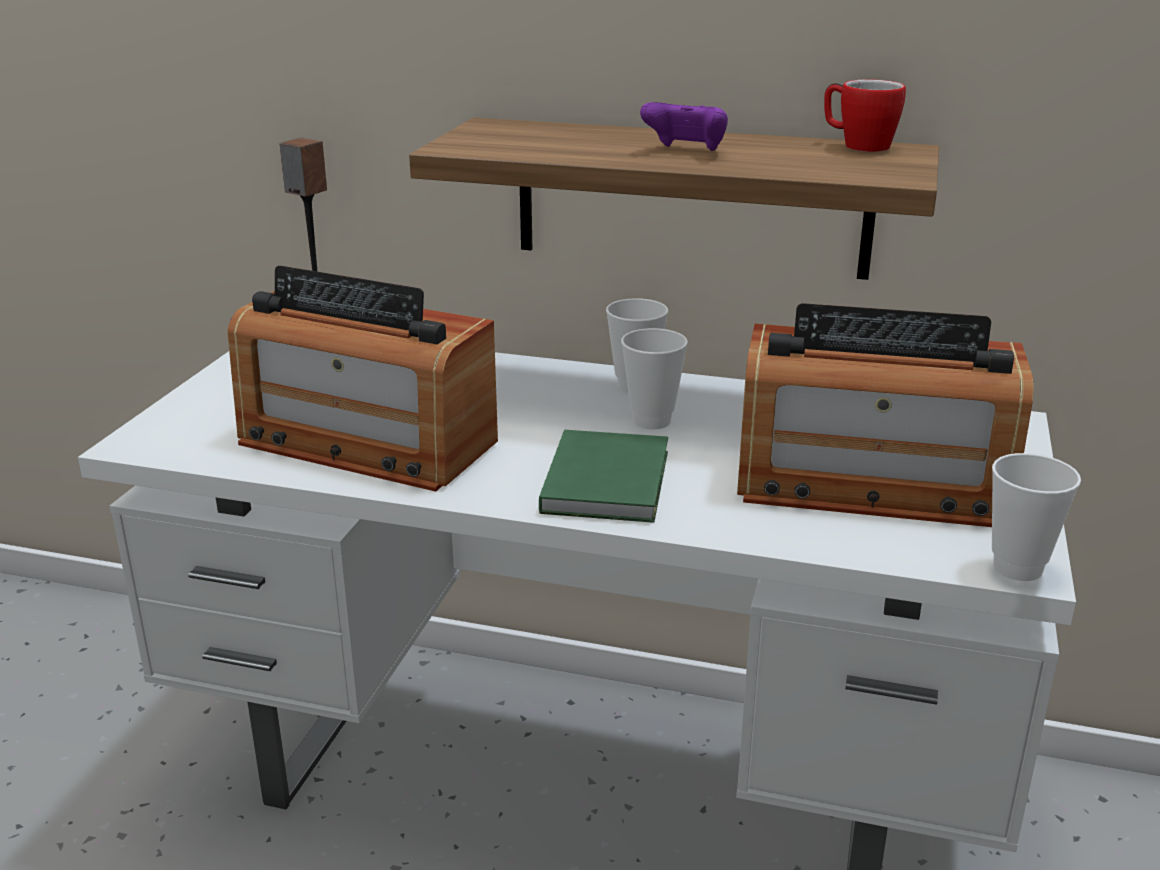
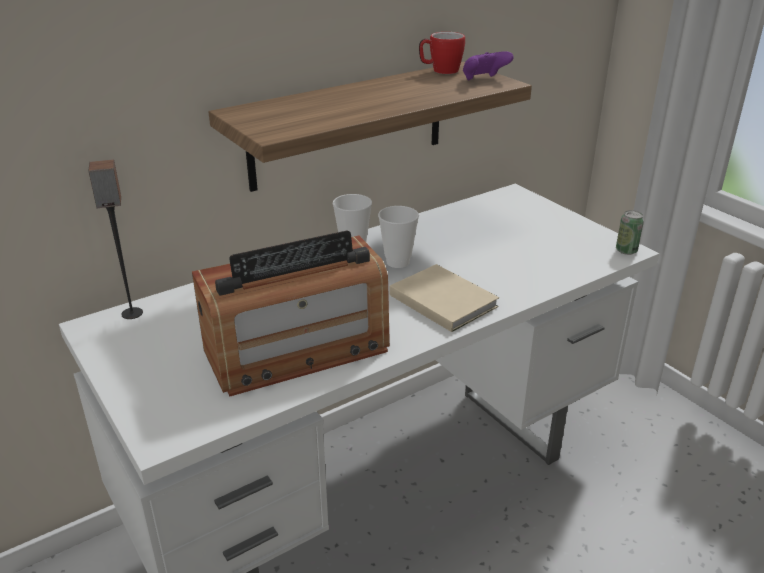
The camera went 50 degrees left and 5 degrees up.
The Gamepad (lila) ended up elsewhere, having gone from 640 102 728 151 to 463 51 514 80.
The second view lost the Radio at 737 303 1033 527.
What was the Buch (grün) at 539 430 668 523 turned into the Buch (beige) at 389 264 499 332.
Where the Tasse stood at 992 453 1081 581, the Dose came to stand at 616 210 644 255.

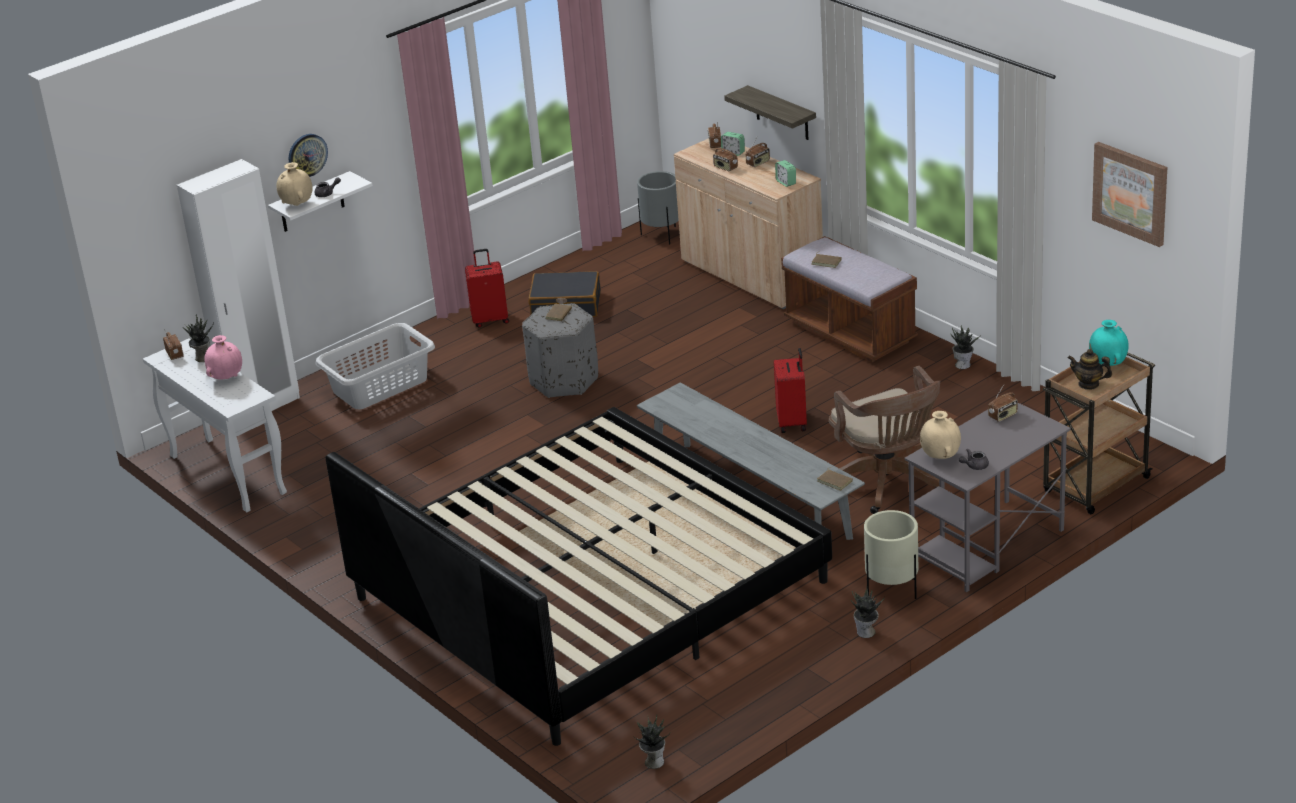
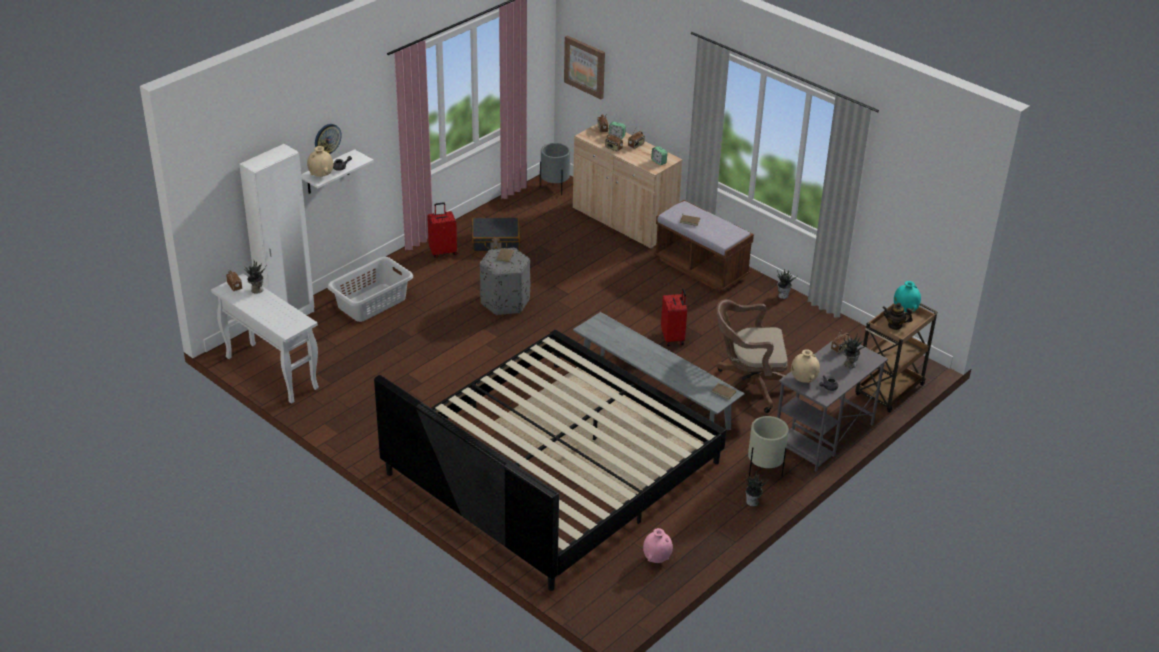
The camera went 10 degrees left and 5 degrees up.
The second view lost the Wandregal at 724 85 816 140.
The Bild ended up elsewhere, having gone from 1092 142 1167 247 to 564 36 605 99.
The Vase (rosa) ended up elsewhere, having gone from 204 335 242 380 to 643 528 673 563.
The Bürostuhl (braun) at 829 366 940 514 ended up facing another way, 120 degrees clockwise from before.
The Topfpflanze ended up elsewhere, having gone from 634 714 670 769 to 843 335 865 368.

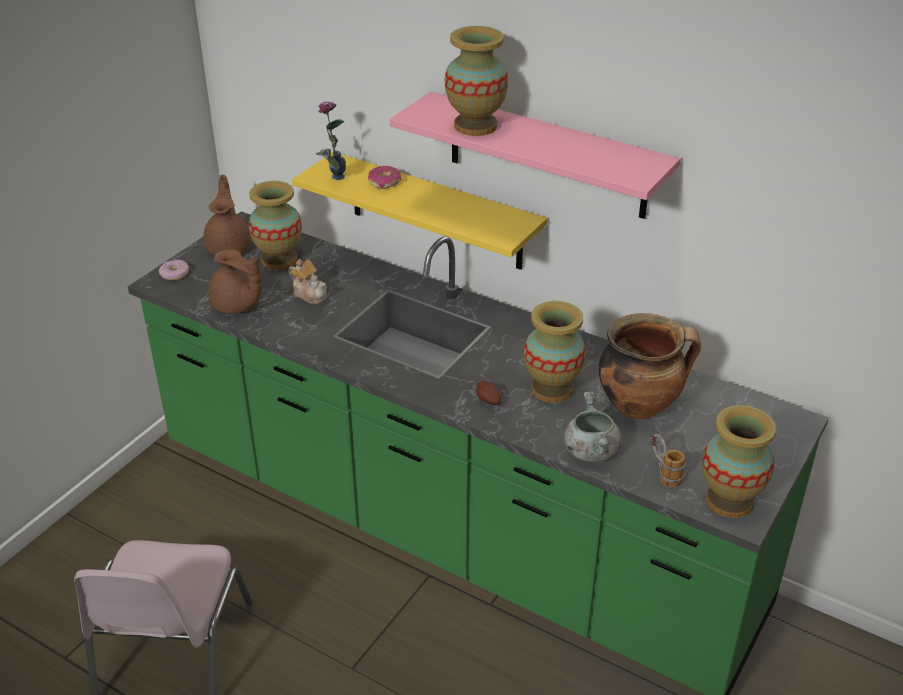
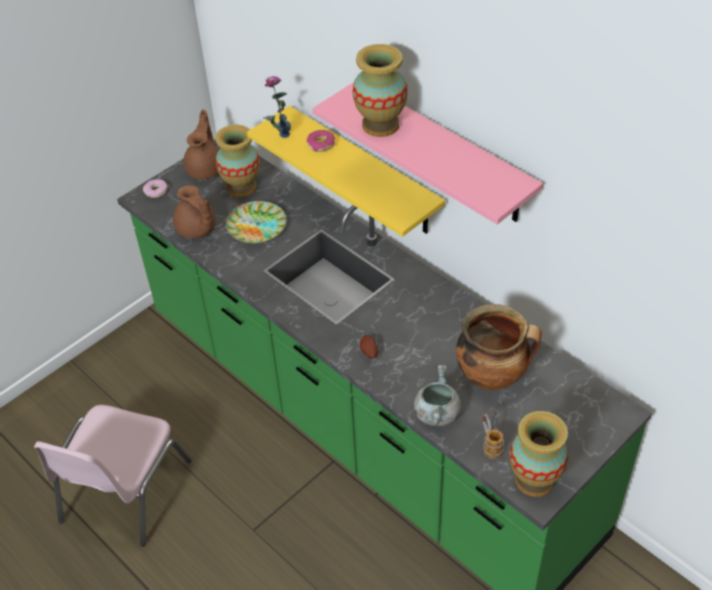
The camera went 15 degrees right and 10 degrees up.
Where the Teekanne stood at 288 259 327 304, the Teller came to stand at 226 201 286 244.
The second view lost the Vase at 524 301 586 403.

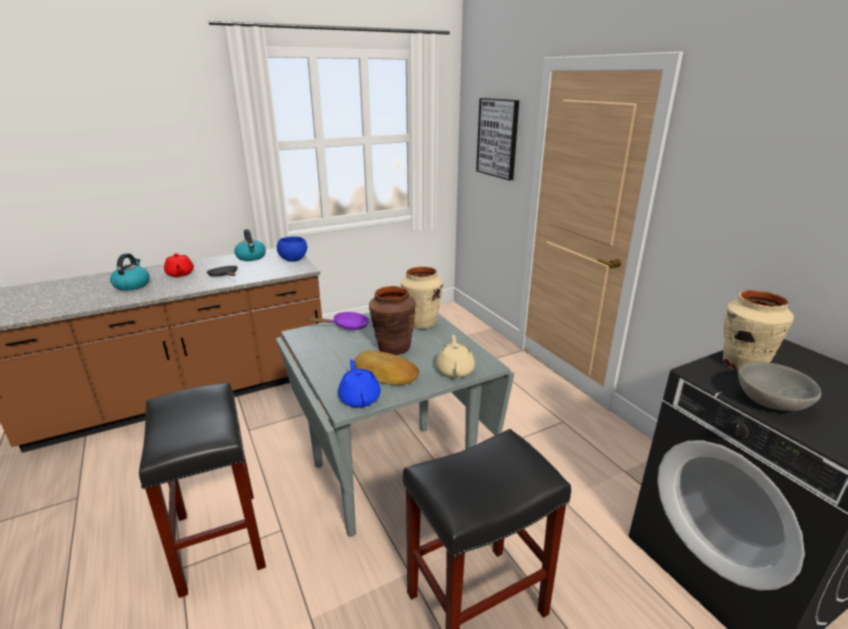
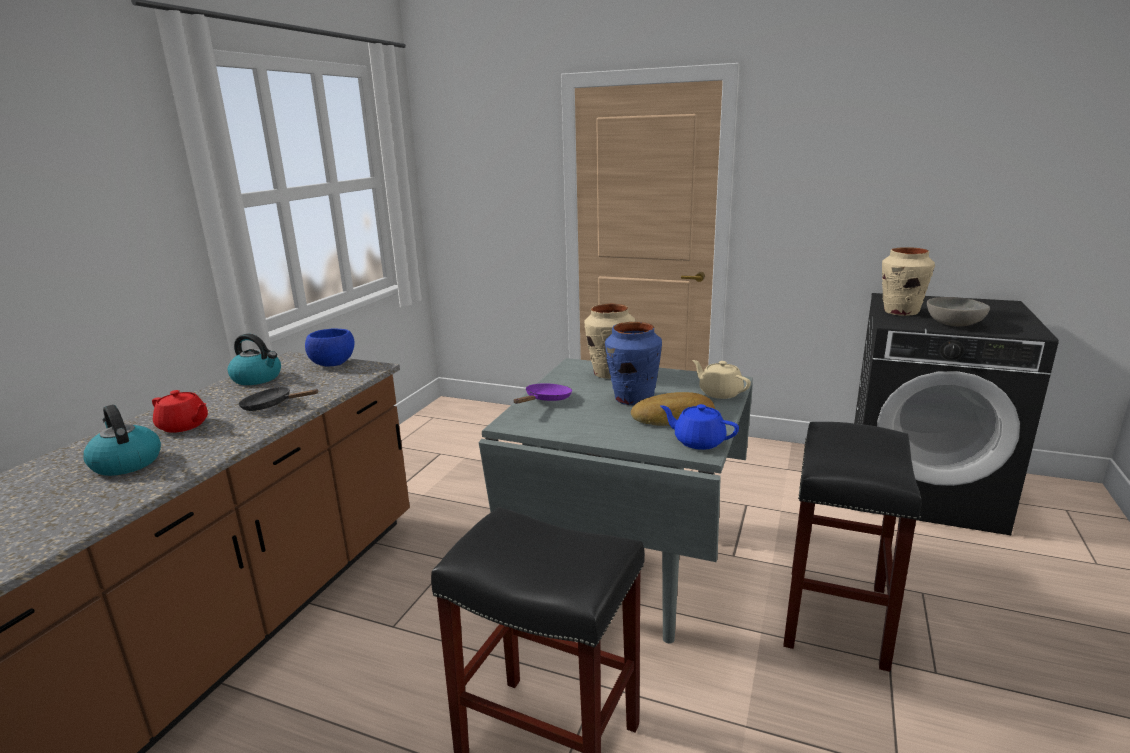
The camera went 40 degrees left and 5 degrees down.
The second view lost the Bild at 476 98 519 180.
What was the Vase (braun) at 369 286 416 355 turned into the Vase (blau) at 605 322 662 405.

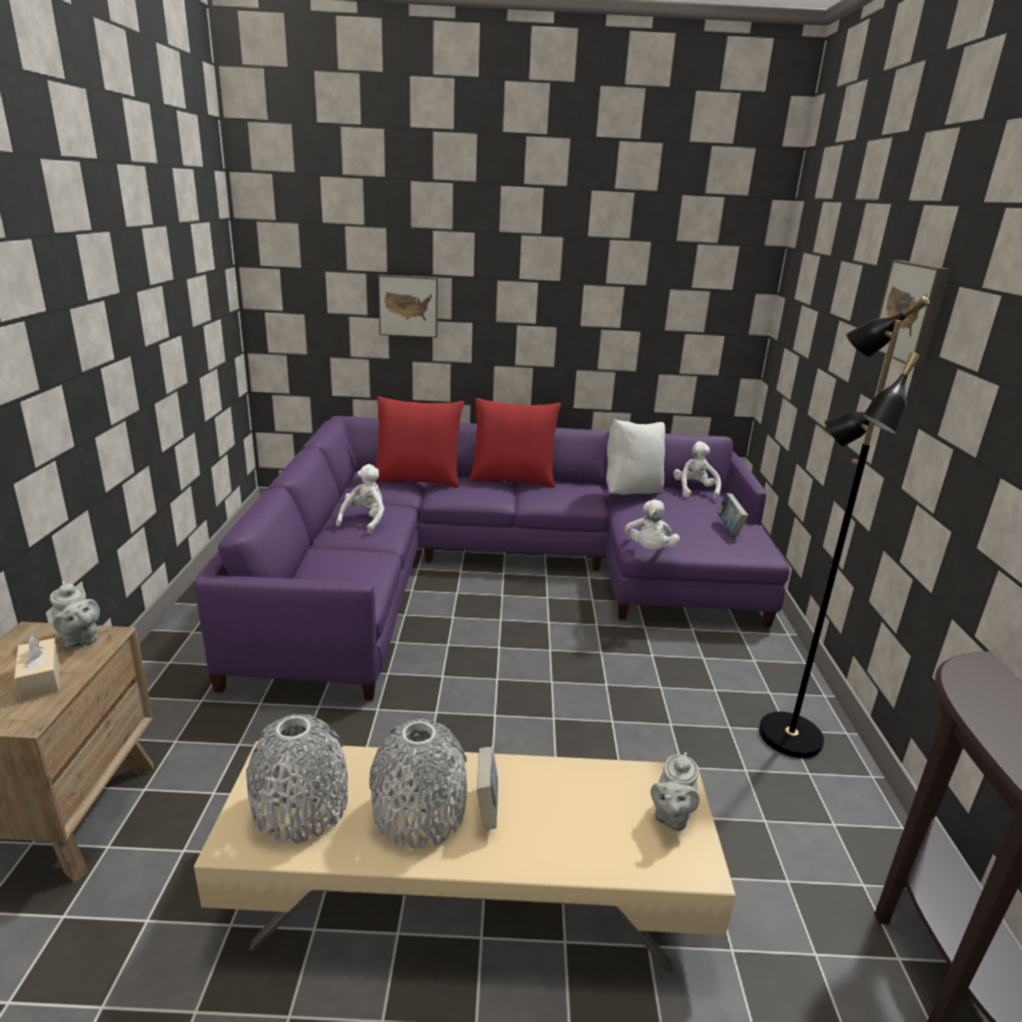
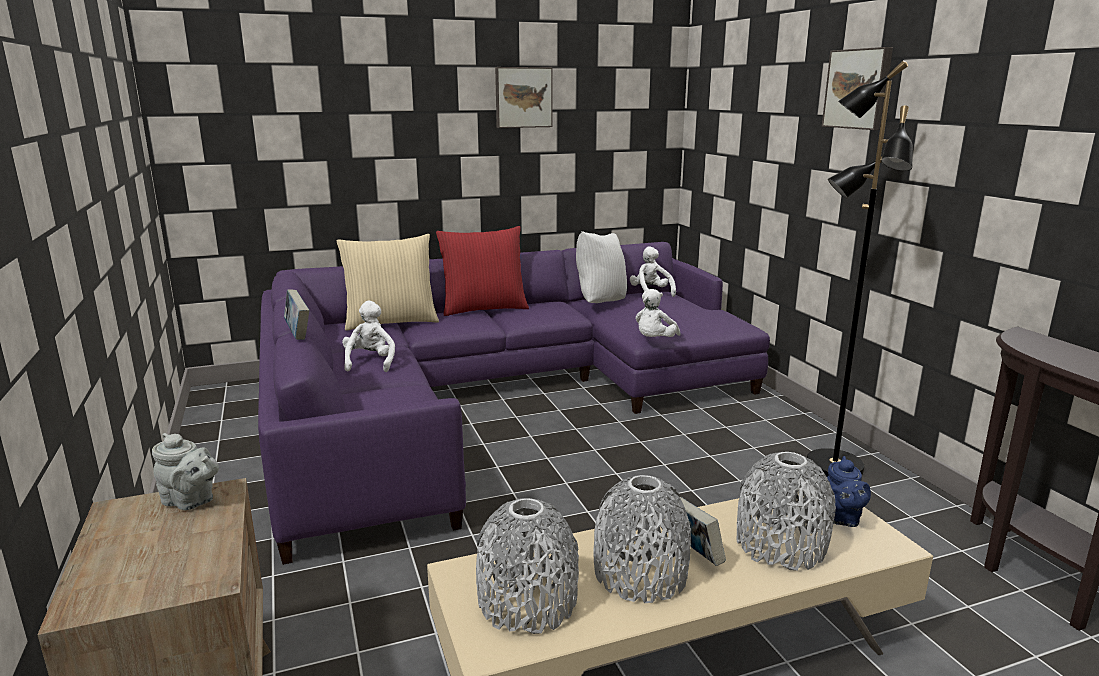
The camera went 20 degrees left and 5 degrees down.
The Bild ended up elsewhere, having gone from 378 274 438 338 to 495 67 553 128.
What was the Kissen (rot) at 375 396 464 488 turned into the Kissen (beige) at 337 234 439 331.
The Buch ended up elsewhere, having gone from 717 493 749 536 to 284 289 309 340.
The Plüschtier (weiß) at 625 500 680 550 ended up facing another way, 45 degrees clockwise from before.
The second view lost the Taschentuchbox (beige) at 14 633 60 700.
What was the Teekanne (grau) at 651 752 700 831 turned into the Teekanne (blau) at 827 456 871 527.
The second view gained the Vase (grau) at 737 452 836 571.

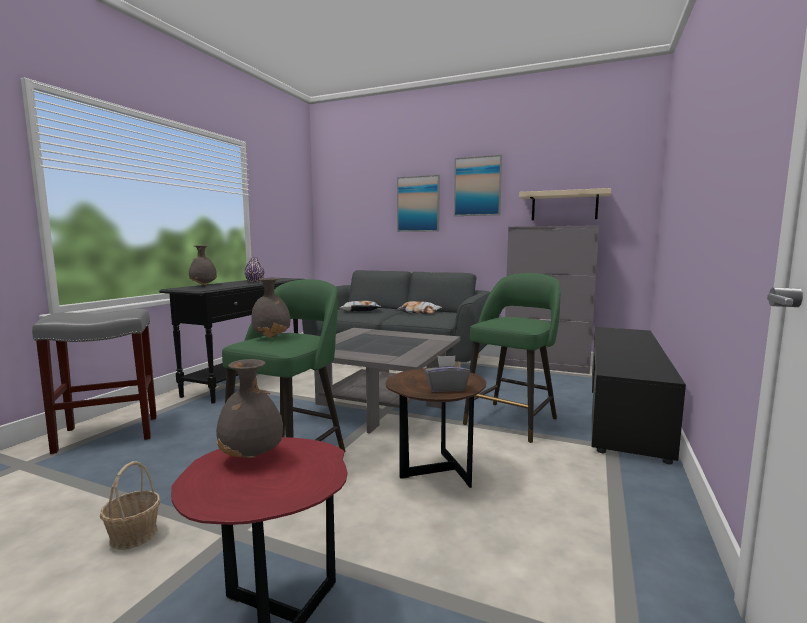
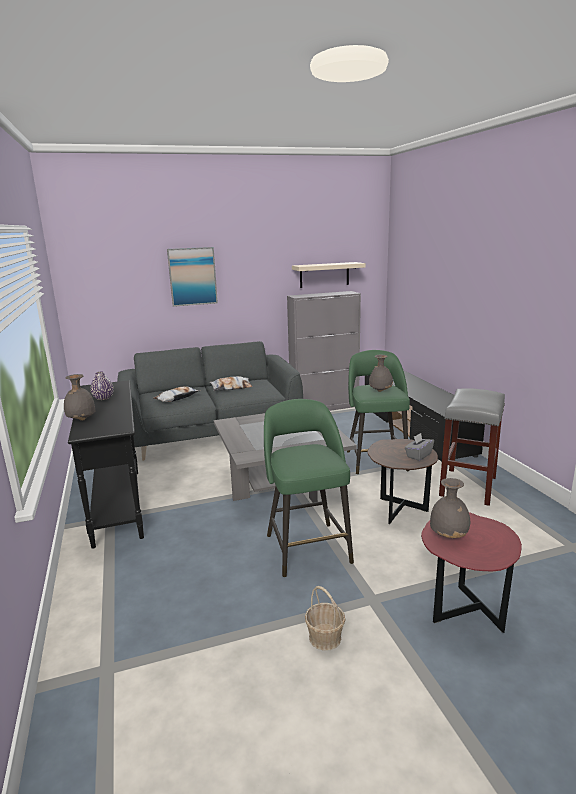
The camera went 40 degrees left and 10 degrees up.
The second view lost the Bild at 454 155 502 216.
The Vase (grau) ended up elsewhere, having gone from 251 278 291 338 to 369 355 393 392.
The Hocker (grau) ended up elsewhere, having gone from 32 309 157 454 to 439 388 505 506.

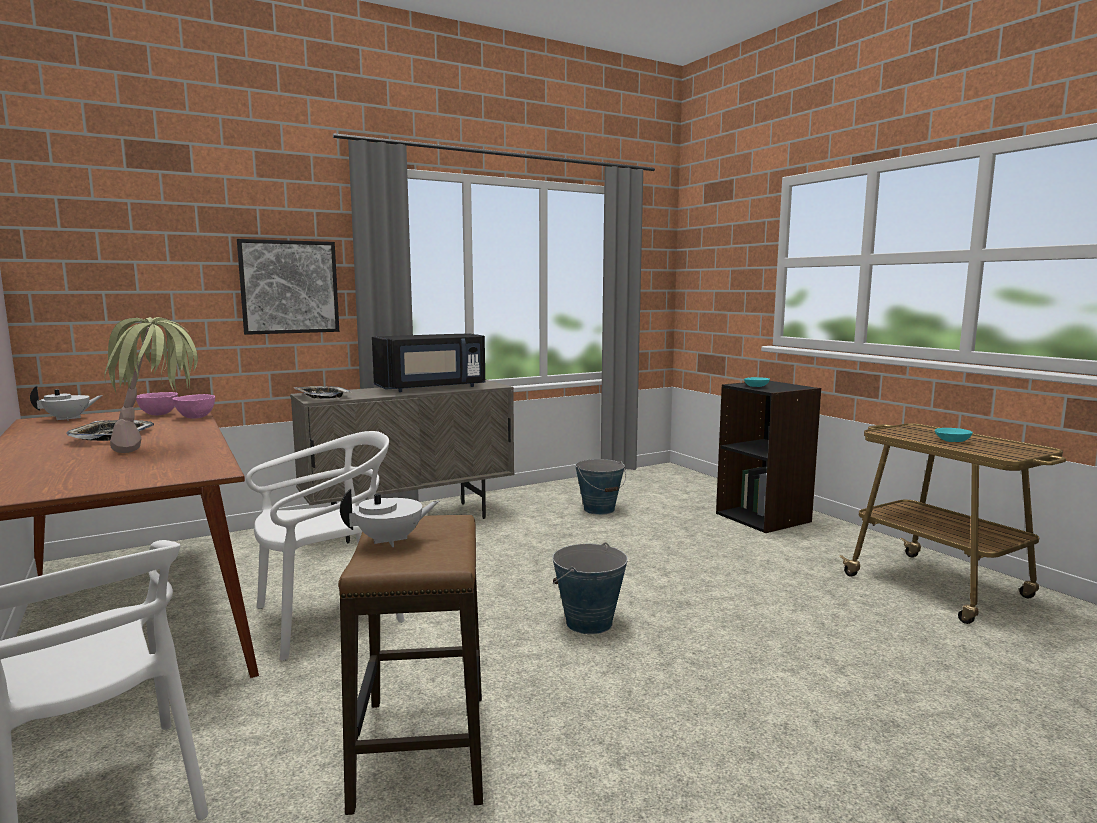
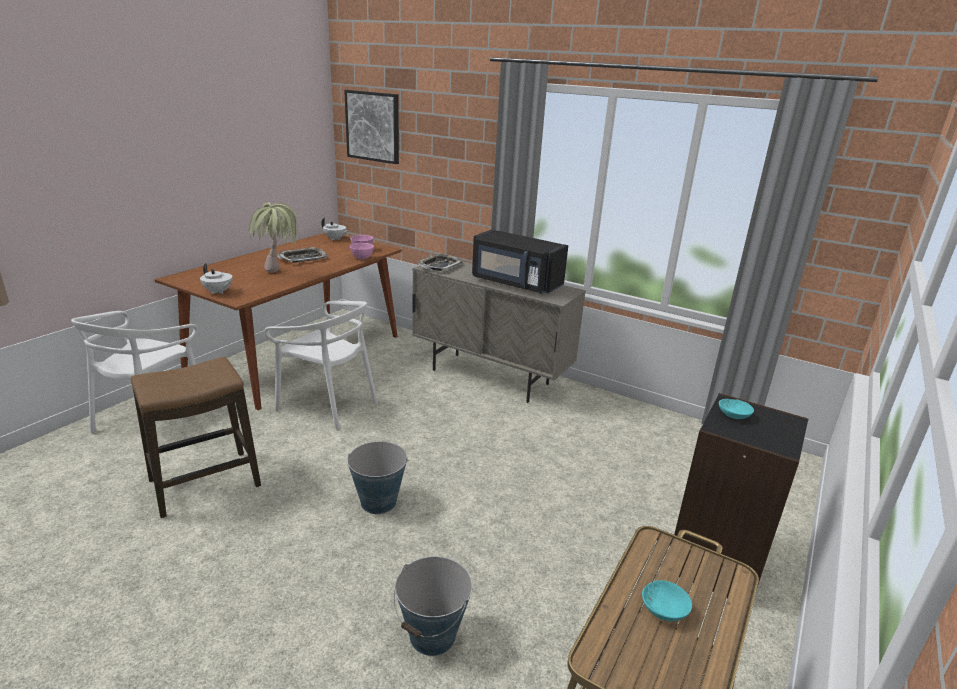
The camera went 60 degrees right and 15 degrees up.
The Bild ended up elsewhere, having gone from 237 239 339 335 to 344 90 399 164.
The Eimer ended up elsewhere, having gone from 575 459 626 515 to 394 556 472 656.
The Teekanne (weiß) ended up elsewhere, having gone from 340 489 439 547 to 200 264 232 294.

